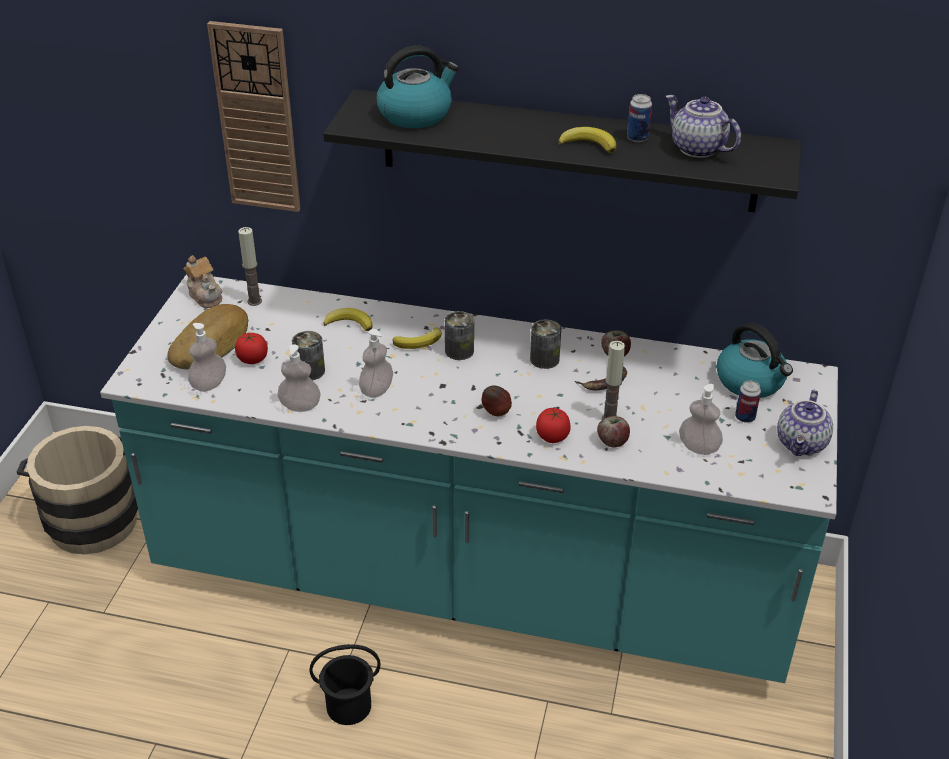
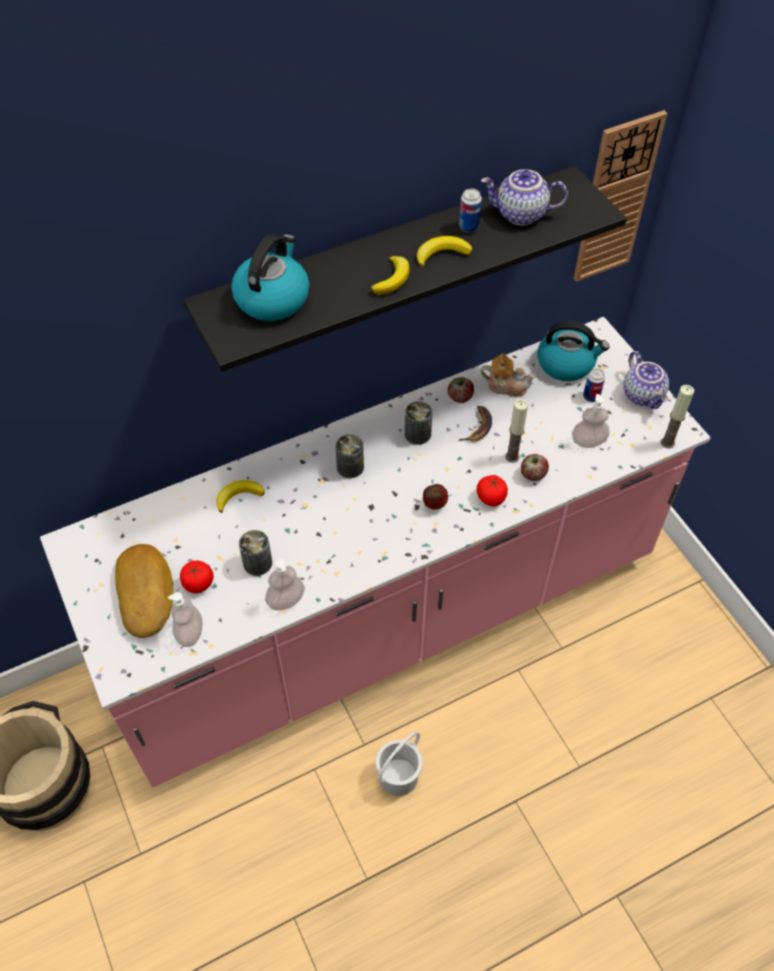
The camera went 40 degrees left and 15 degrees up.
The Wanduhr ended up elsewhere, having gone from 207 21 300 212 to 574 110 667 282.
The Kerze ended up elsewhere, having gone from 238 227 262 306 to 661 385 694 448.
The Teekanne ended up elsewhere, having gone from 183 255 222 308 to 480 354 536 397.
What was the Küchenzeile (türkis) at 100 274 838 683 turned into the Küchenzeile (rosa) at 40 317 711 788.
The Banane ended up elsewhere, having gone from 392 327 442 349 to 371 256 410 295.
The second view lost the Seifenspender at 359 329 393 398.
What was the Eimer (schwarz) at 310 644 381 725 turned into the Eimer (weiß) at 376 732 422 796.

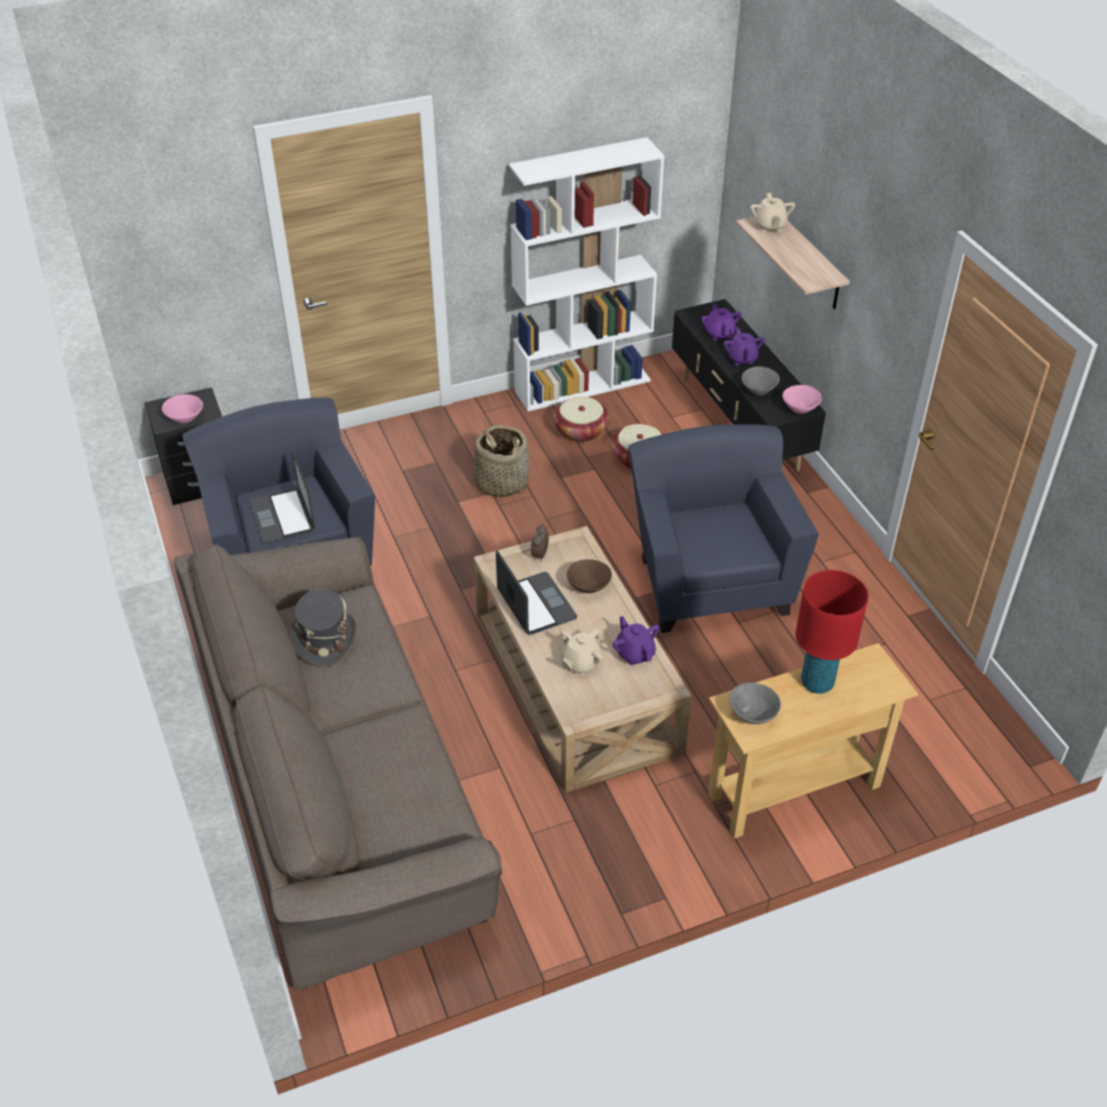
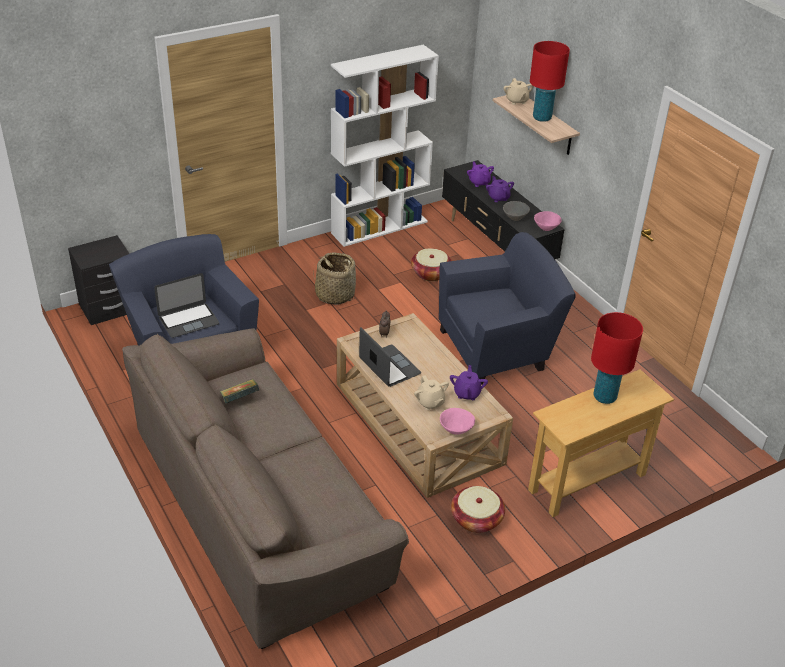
The camera went 10 degrees left and 5 degrees down.
The Schüssel (rosa) ended up elsewhere, having gone from 162 394 203 424 to 440 408 475 435.
The Korb ended up elsewhere, having gone from 553 397 609 442 to 451 486 505 533.
The Sessel (blau) at 628 424 819 633 ended up facing another way, 90 degrees clockwise from before.
The Laptop at 250 451 315 543 ended up facing another way, 90 degrees counterclockwise from before.
The second view lost the Schüssel (braun) at 567 559 612 593.
Where the Hut (grau) stood at 289 589 356 667, the Buch came to stand at 220 379 259 403.
The Teekanne (lila) at 612 616 659 665 ended up facing another way, 45 degrees clockwise from before.
The Teekanne (beige) at 561 628 603 675 ended up facing another way, 60 degrees counterclockwise from before.
The second view lost the Schüssel (grau) at 729 682 781 724.
The second view gained the Tischlampe (rot) at 530 41 570 122.

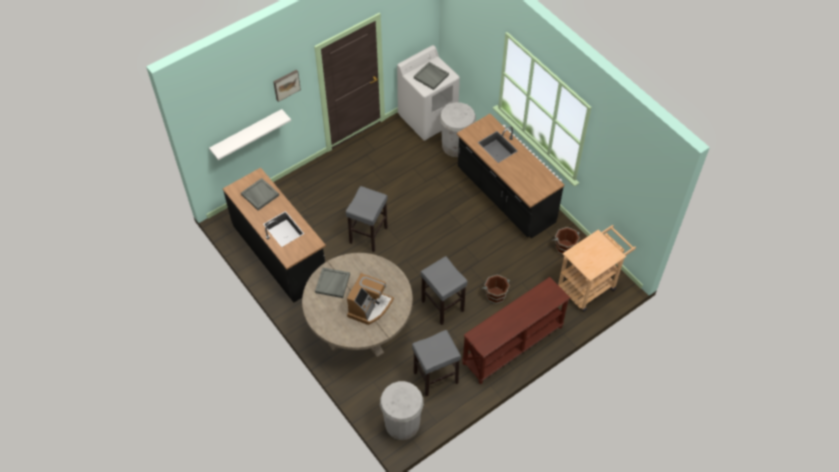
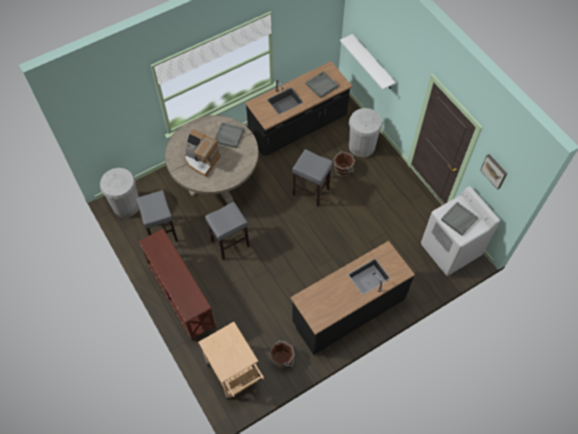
The camera went 95 degrees right and 5 degrees up.
The Bild ended up elsewhere, having gone from 273 70 301 102 to 480 154 507 190.
The Mülleimer (weiß) ended up elsewhere, having gone from 440 102 476 157 to 349 108 383 158.
The Eimer (braun) ended up elsewhere, having gone from 481 275 510 304 to 333 151 355 177.

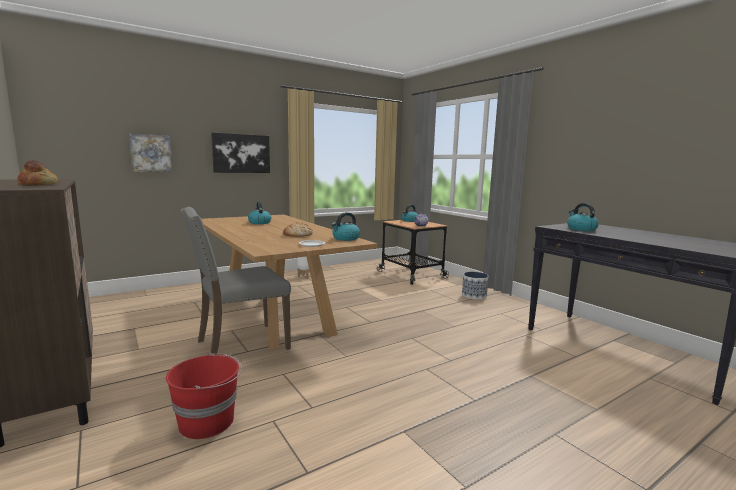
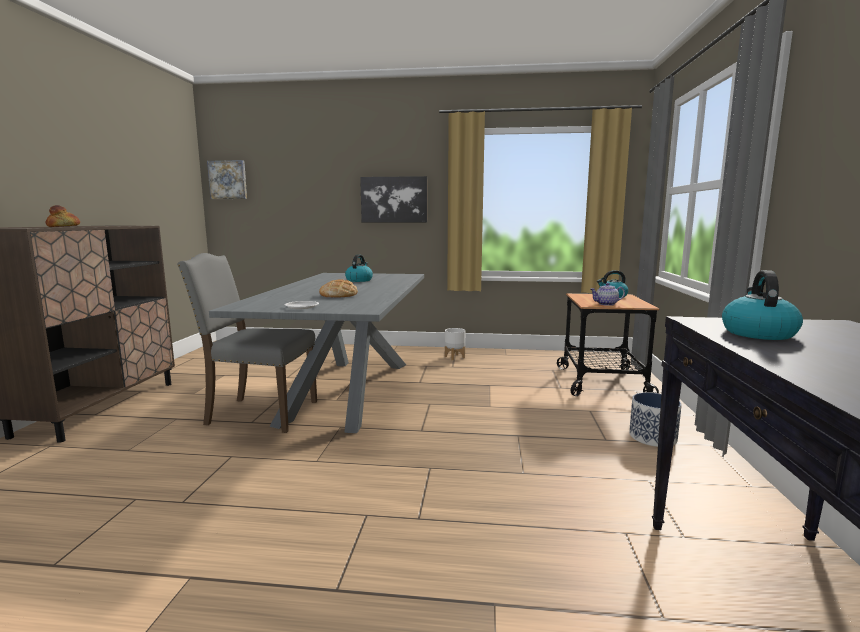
The camera went 40 degrees right and 0 degrees up.
The Bild ended up elsewhere, having gone from 129 134 173 172 to 207 160 247 199.
The second view lost the Wasserkessel at 331 212 360 241.
What was the Esstisch (braun) at 202 215 377 350 turned into the Esstisch (grau) at 209 273 424 433.
The second view lost the Eimer (rot) at 166 353 242 439.

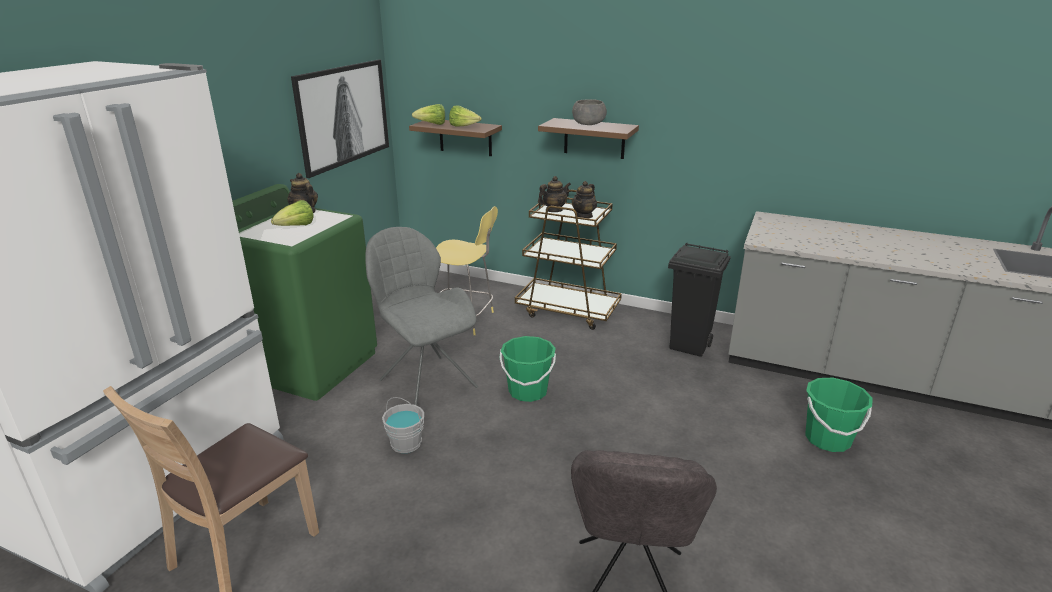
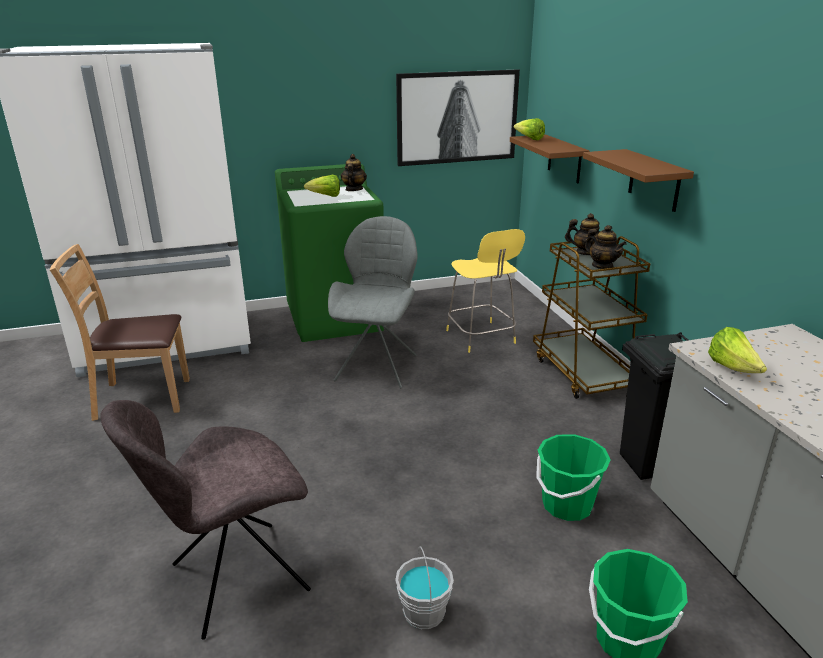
The camera went 50 degrees right and 0 degrees up.
The second view lost the Schüssel (grau) at 572 99 607 125.
The Salatkopf ended up elsewhere, having gone from 449 106 482 127 to 708 327 767 373.
The Teekanne at 572 181 597 219 ended up facing another way, 120 degrees counterclockwise from before.
The Eimer (grün) ended up elsewhere, having gone from 499 336 556 402 to 536 434 611 521.
The Eimer (grau) ended up elsewhere, having gone from 382 397 424 453 to 395 547 454 629.

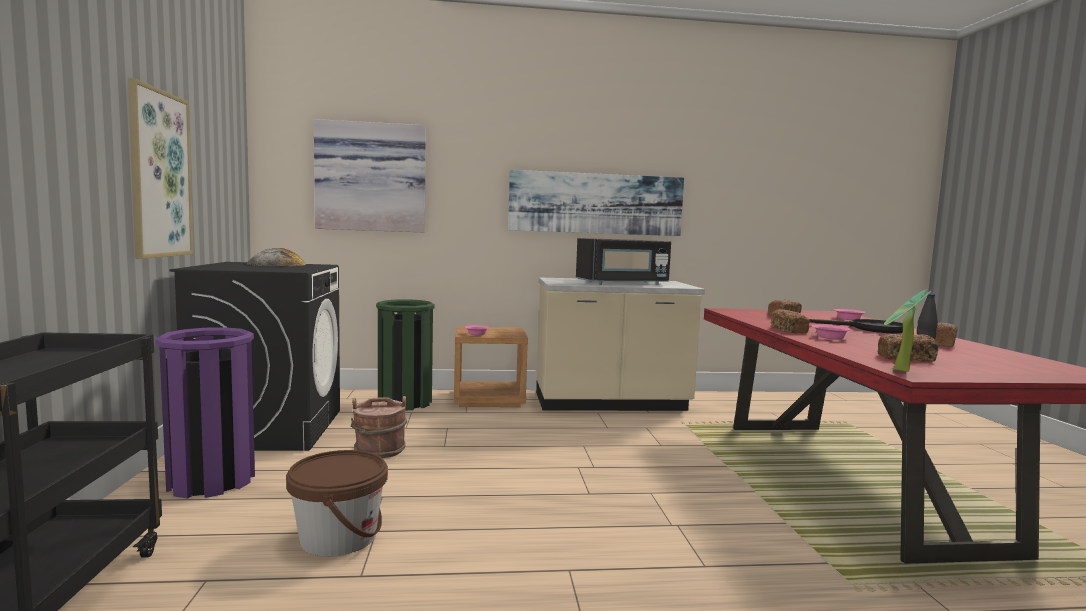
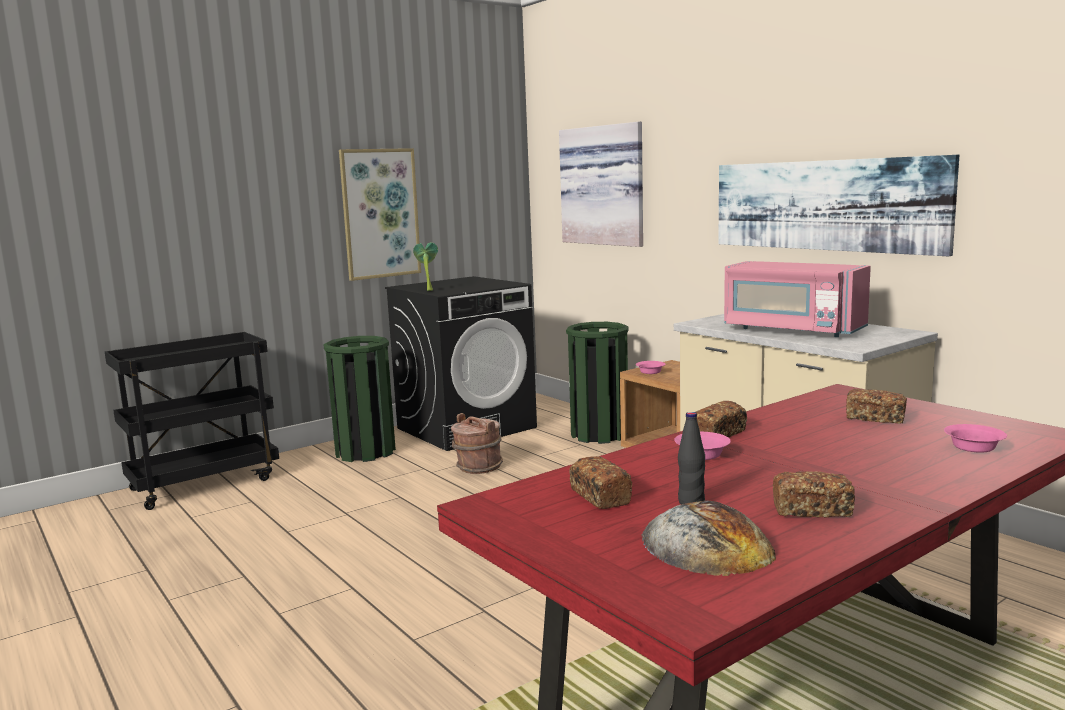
The camera went 60 degrees right and 5 degrees up.
What was the Mikrowelle (schwarz) at 576 238 671 285 turned into the Mikrowelle (rosa) at 724 261 871 337.
The Brot ended up elsewhere, having gone from 246 248 306 266 to 641 500 776 576.
The Topfpflanze ended up elsewhere, having gone from 884 289 931 372 to 413 242 438 291.
The second view lost the Pfanne (schwarz) at 809 319 903 333.
What was the Mülleimer (lila) at 155 327 255 499 turned into the Mülleimer (grün) at 324 336 396 462.
The second view lost the Eimer (braun) at 286 450 388 557.

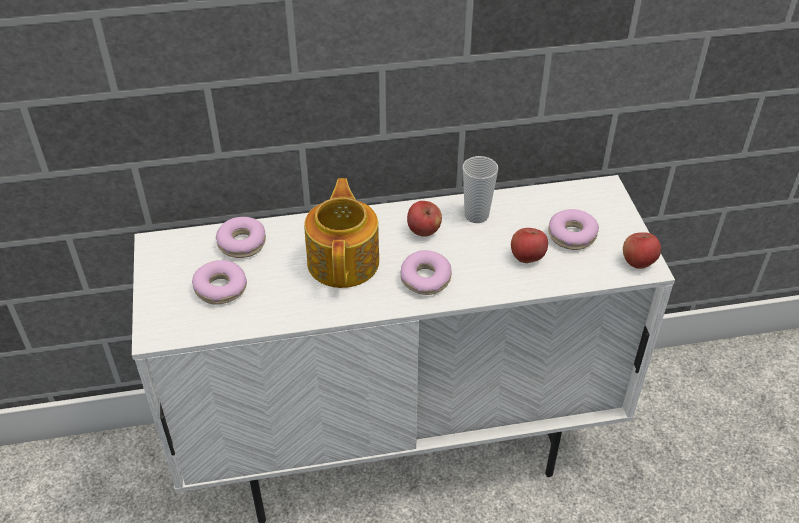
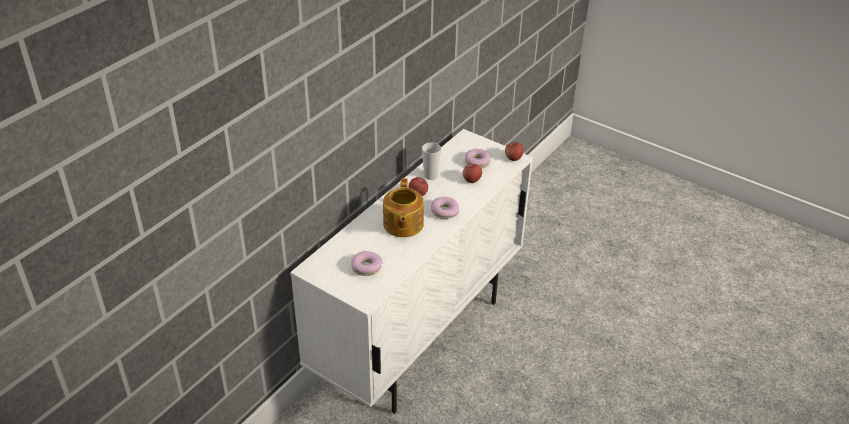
The camera went 45 degrees left and 5 degrees down.
The Teekanne at 304 178 379 288 ended up facing another way, 135 degrees counterclockwise from before.
The second view lost the Donut at 216 217 266 258.

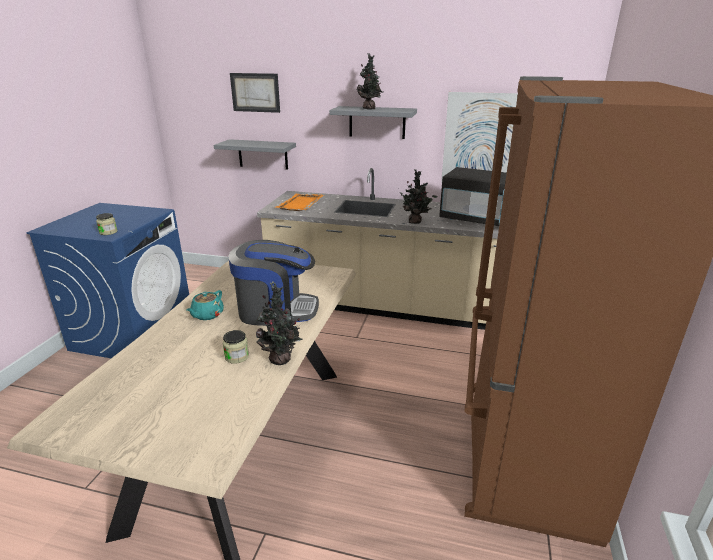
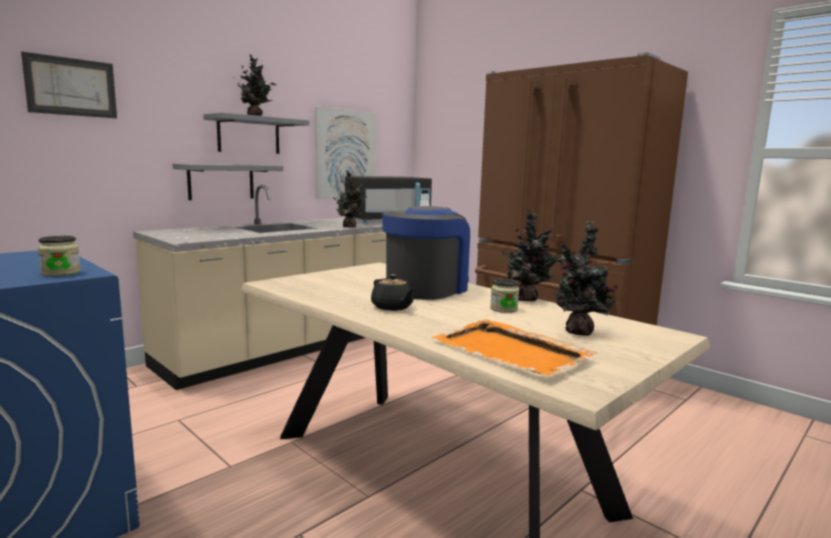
The camera went 60 degrees left and 15 degrees down.
The Wandregal (grau) ended up elsewhere, having gone from 214 139 296 170 to 172 163 283 200.
The Tablett (orange) ended up elsewhere, having gone from 274 194 324 211 to 432 319 598 376.
What was the Teekanne (türkis) at 187 290 224 320 turned into the Teekanne (schwarz) at 371 274 414 311.
The second view gained the Topfpflanze at 554 221 618 336.

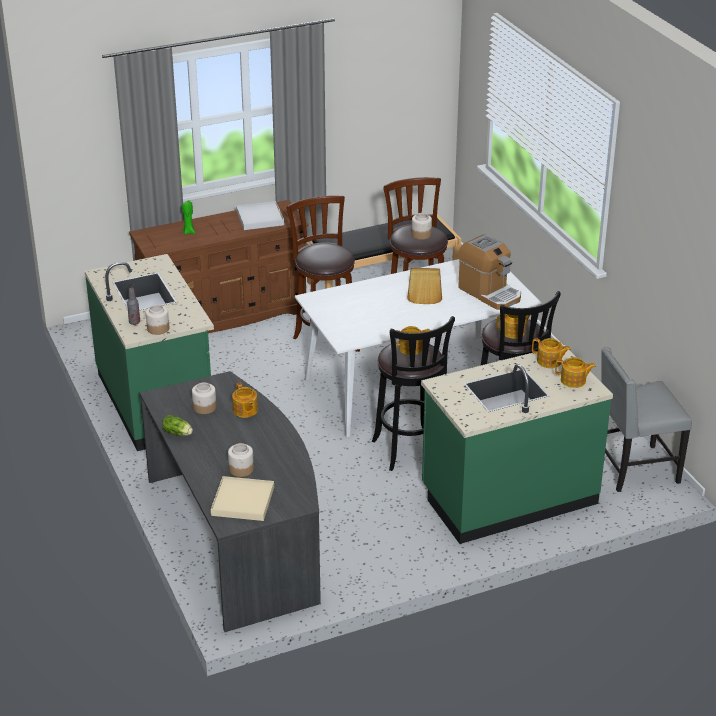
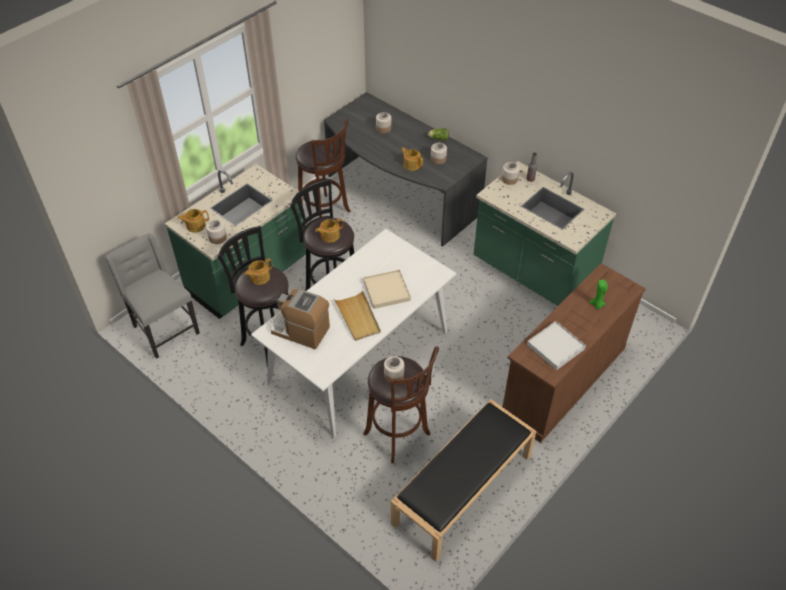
The camera went 155 degrees right and 15 degrees up.
The Hocker (braun) ended up elsewhere, having gone from 286 196 360 352 to 296 118 350 217.
Where the Teekanne stood at 532 338 571 368, the Vorratsglas came to stand at 206 220 227 244.
The Stuhl (grau) at 601 347 692 492 ended up facing another way, 90 degrees counterclockwise from before.
The Tablett (beige) ended up elsewhere, having gone from 211 476 274 521 to 363 270 411 309.

